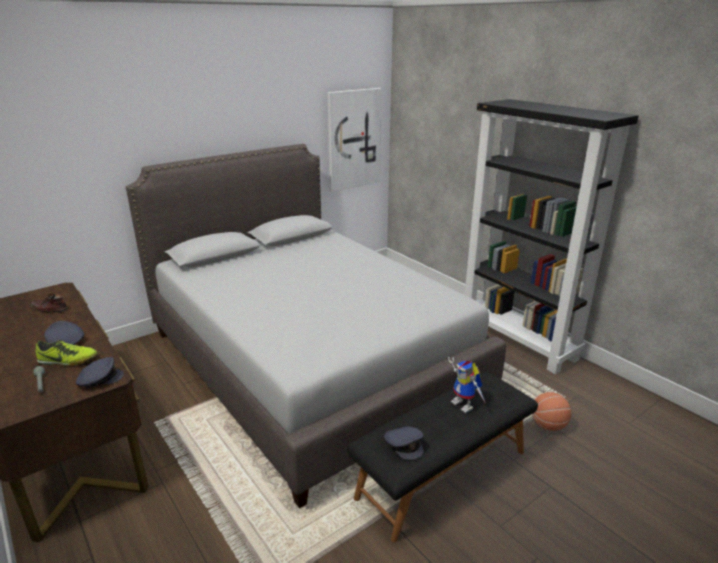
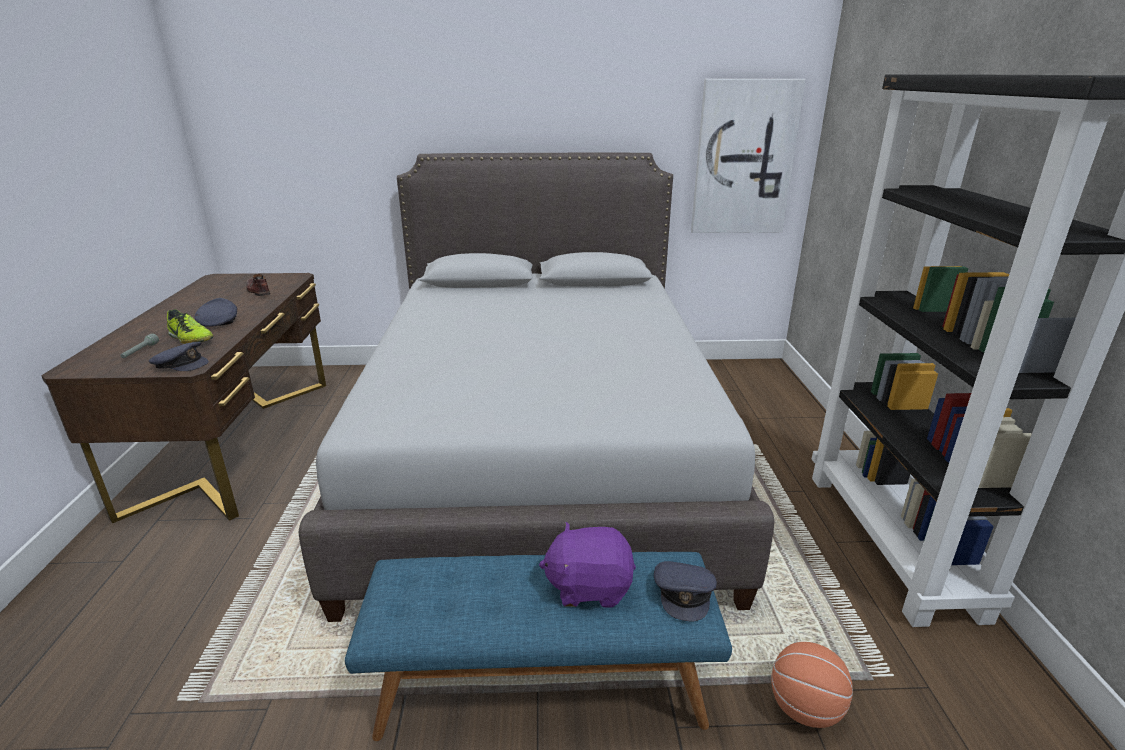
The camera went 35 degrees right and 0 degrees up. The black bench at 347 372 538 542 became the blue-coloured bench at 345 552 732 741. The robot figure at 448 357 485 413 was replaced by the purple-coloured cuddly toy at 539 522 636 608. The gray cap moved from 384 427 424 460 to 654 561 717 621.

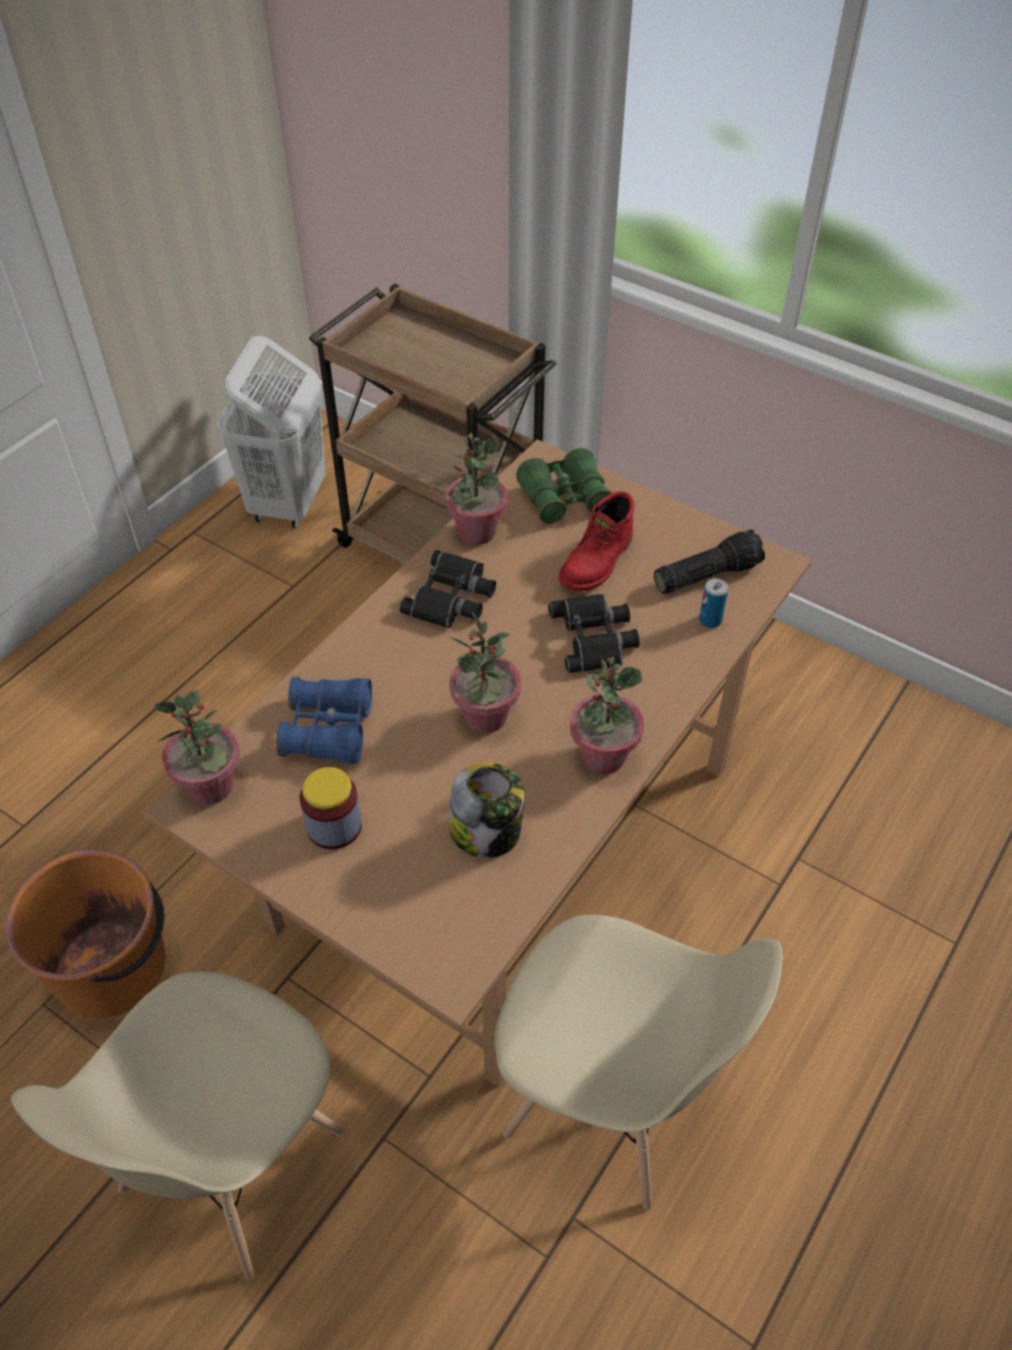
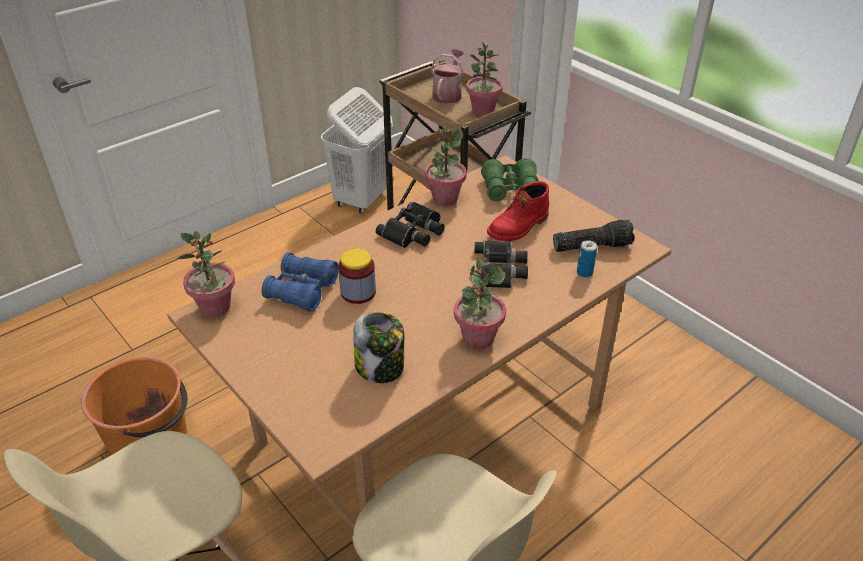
The camera went 15 degrees right and 10 degrees down. The preserve jar moved from 300 767 362 849 to 338 248 376 304. The sprinkling can at 431 49 464 104 appeared. The plant in a pot moved from 449 613 521 733 to 466 42 503 116.

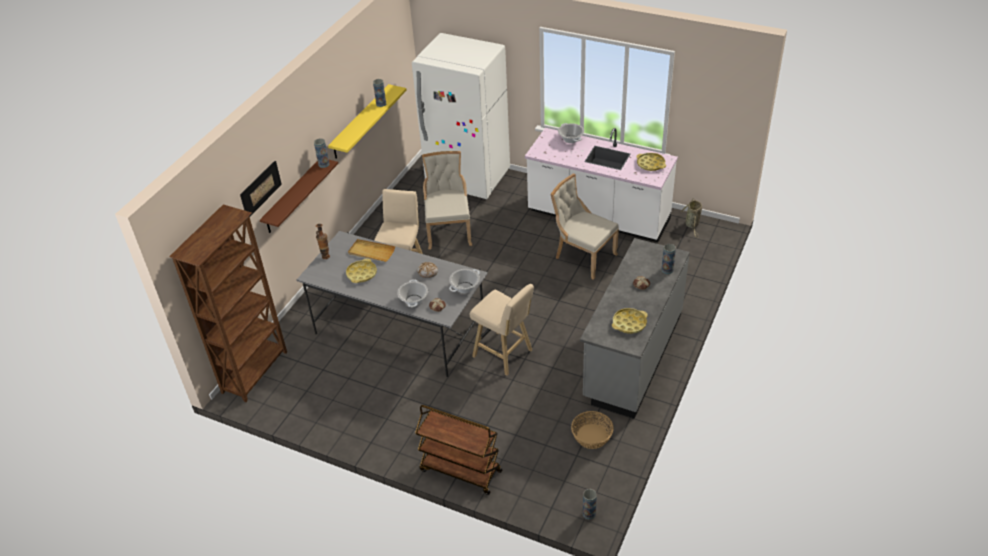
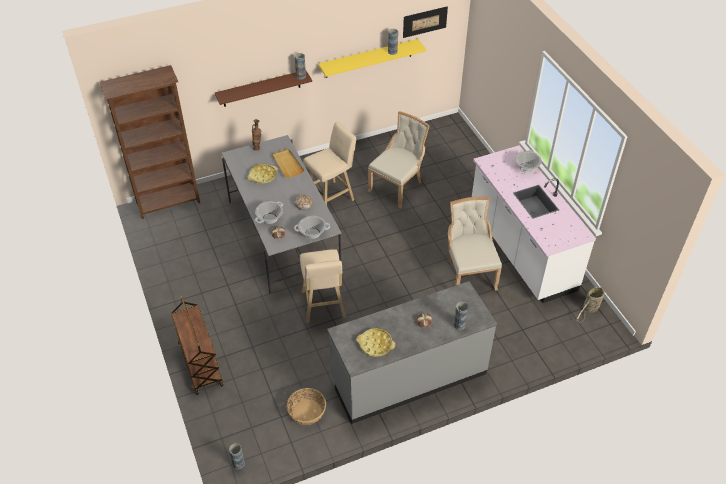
The camera went 40 degrees right and 5 degrees up. The picture moved from 240 161 282 217 to 403 7 448 38. The whitish kitchen fridge at 412 33 510 199 disappeared. The yellow-coloured carrying tray at 636 153 666 171 disappeared.

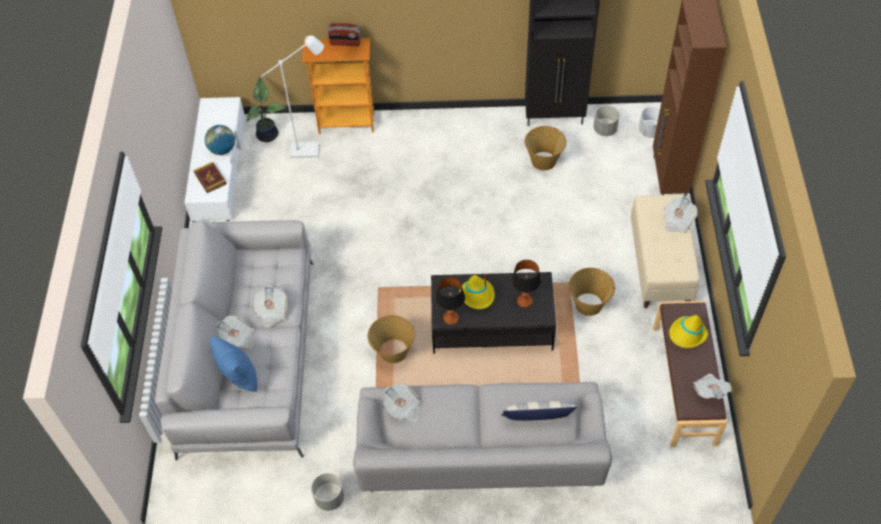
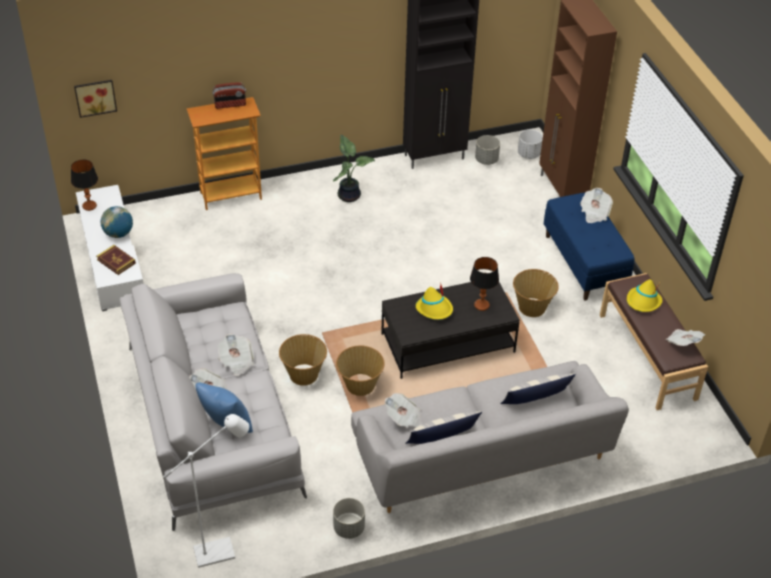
The camera went 20 degrees left and 10 degrees down. The lamp for a table moved from 436 277 465 325 to 71 159 98 211. The picture at 74 80 117 118 appeared. The whitish standard lamp moved from 261 35 324 158 to 163 414 249 568. The household basket moved from 525 126 566 171 to 279 334 327 386. The plant in a pot moved from 246 77 286 142 to 333 135 375 202. The throw pillow at 405 411 482 444 appeared. The sand-coloured bench at 631 195 699 308 became the blue-coloured bench at 544 192 634 301.

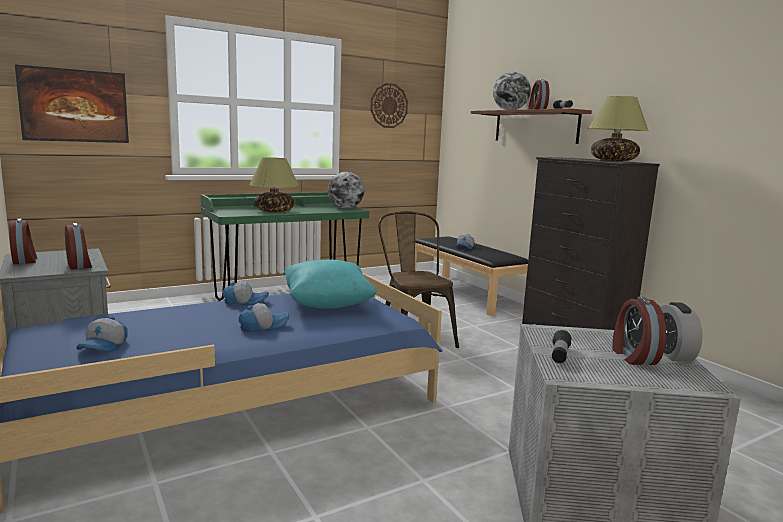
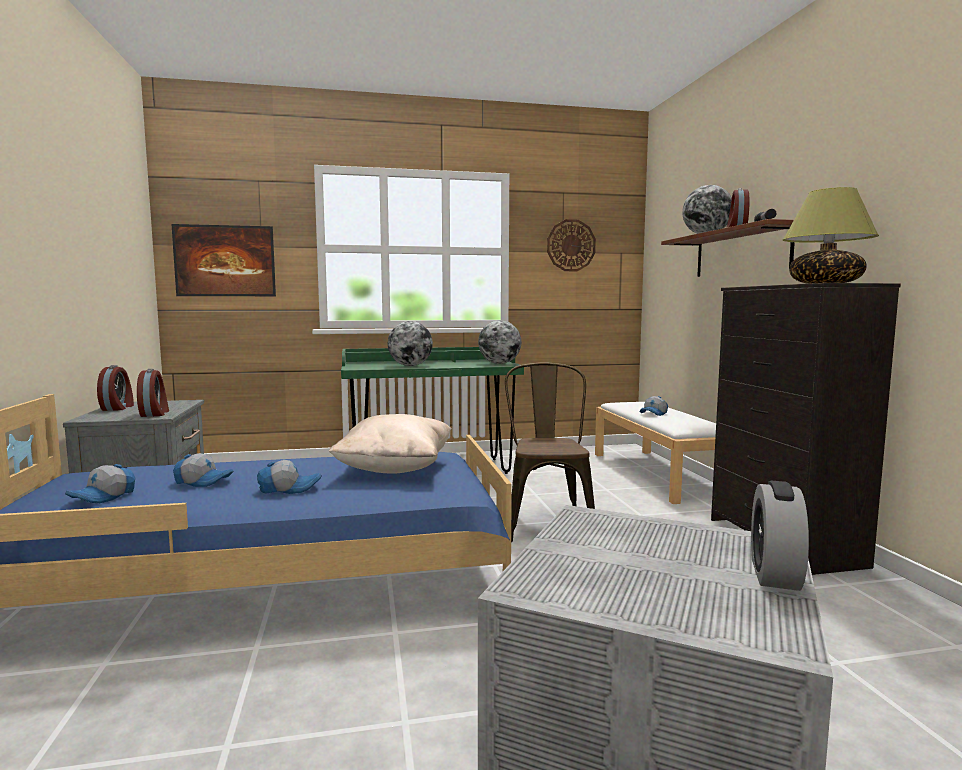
The camera went 20 degrees right and 5 degrees down. The cap moved from 223 281 269 306 to 173 453 233 487. The turquoise throw pillow at 284 260 377 308 became the sand-coloured throw pillow at 328 414 452 473. The lamp for a table at 249 157 299 212 was replaced by the globe at 388 321 433 366. The black bench at 415 237 528 316 became the whitish bench at 595 402 716 504. The hand torch at 552 330 572 363 disappeared. The alarm clock at 612 297 666 365 disappeared.

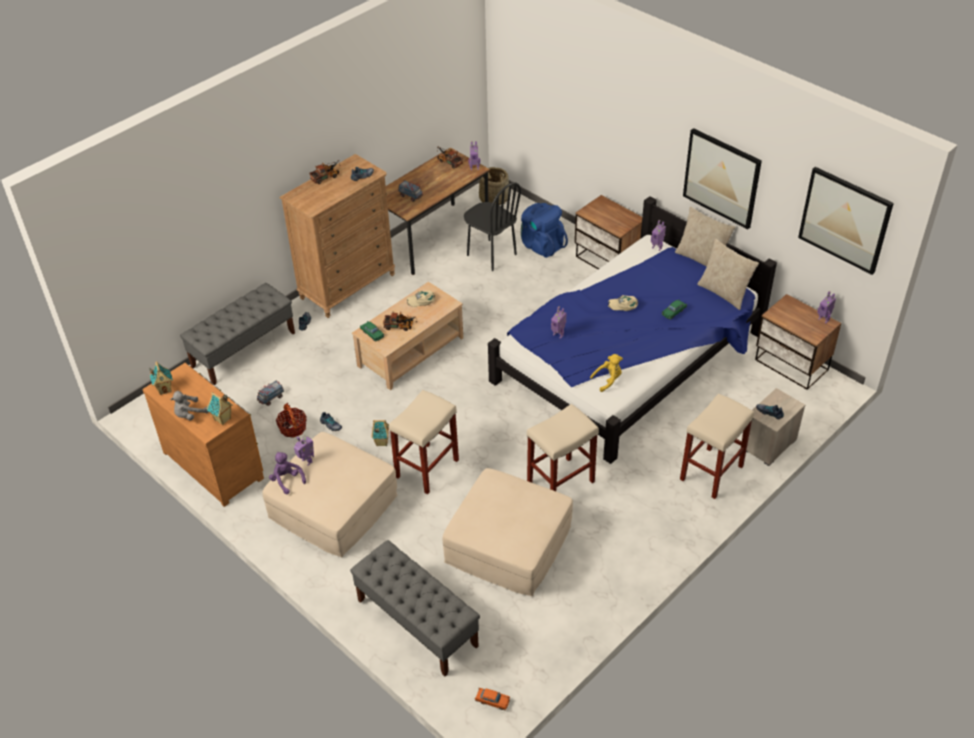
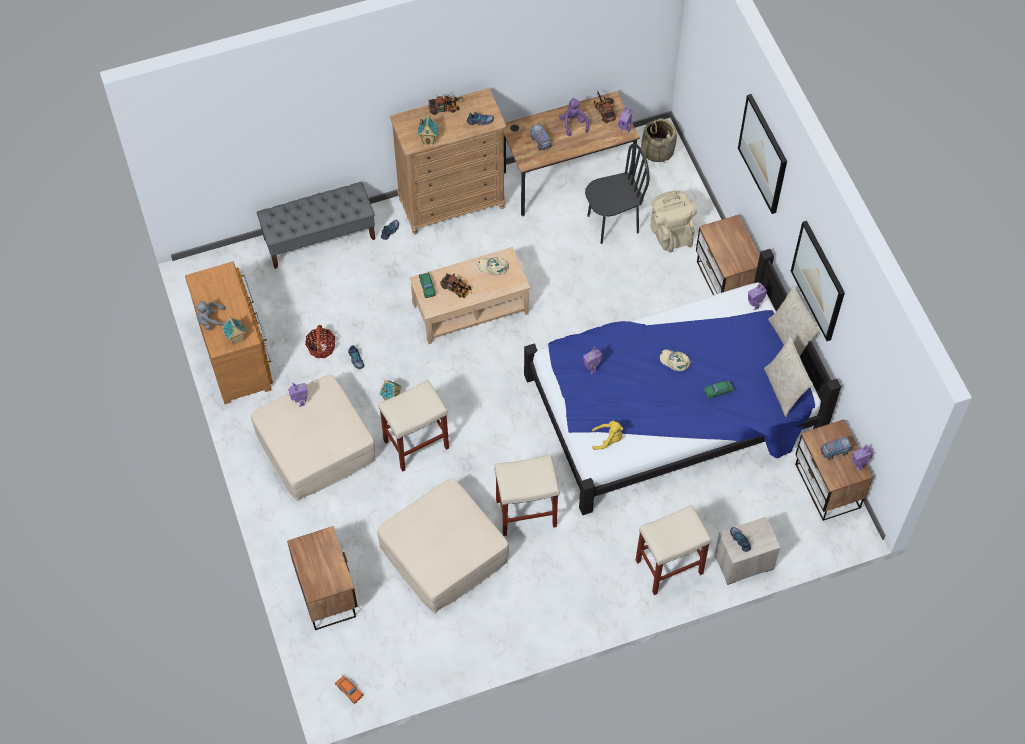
The camera went 25 degrees right and 15 degrees up. The gray bench at 350 540 480 676 was replaced by the night table at 287 526 358 630. The model house moved from 149 361 173 395 to 418 115 438 145. The purple-coloured cuddly toy moved from 269 452 306 494 to 559 98 589 136. The black plain chair at 464 182 521 271 turned 90 degrees counterclockwise. The blue-coloured backpack at 521 203 568 258 became the sand-coloured backpack at 651 190 697 252. The picture moved from 798 167 894 275 to 738 94 787 214. The toy truck moved from 257 380 284 406 to 820 437 852 460.

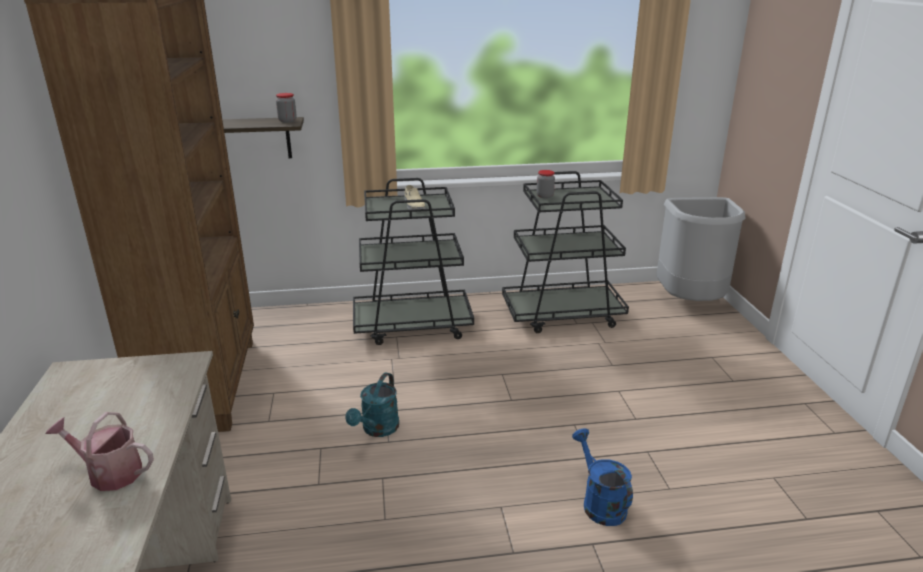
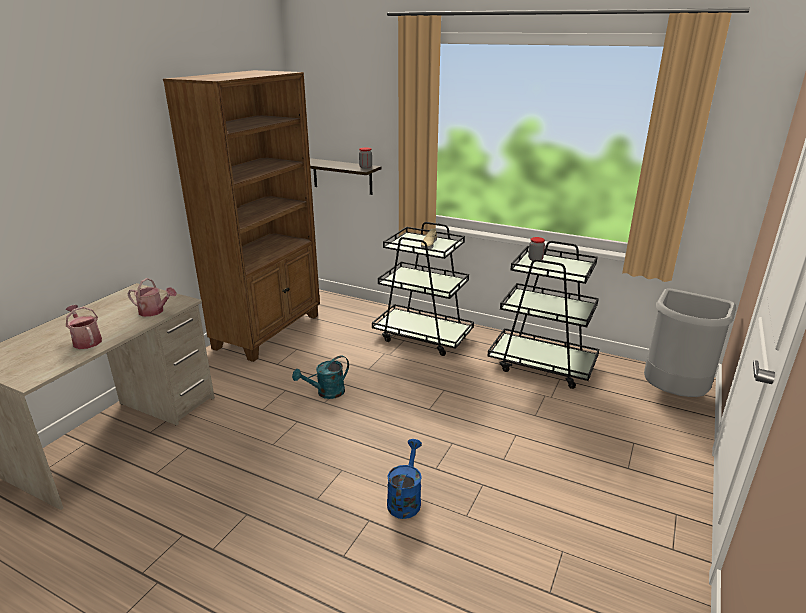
The camera went 35 degrees right and 0 degrees up. The sprinkling can at 127 278 177 317 appeared.

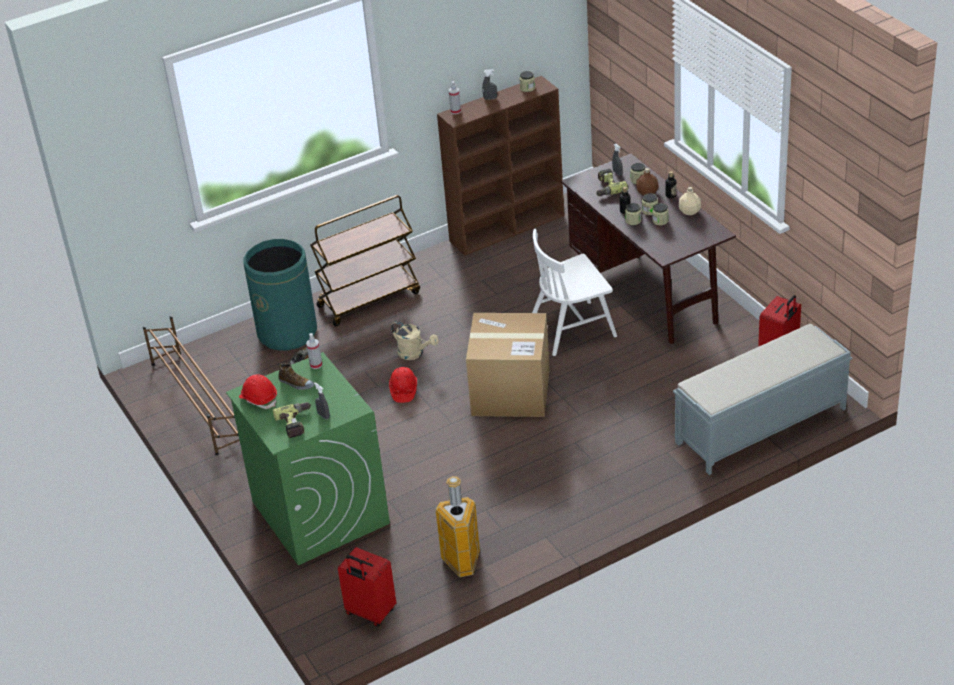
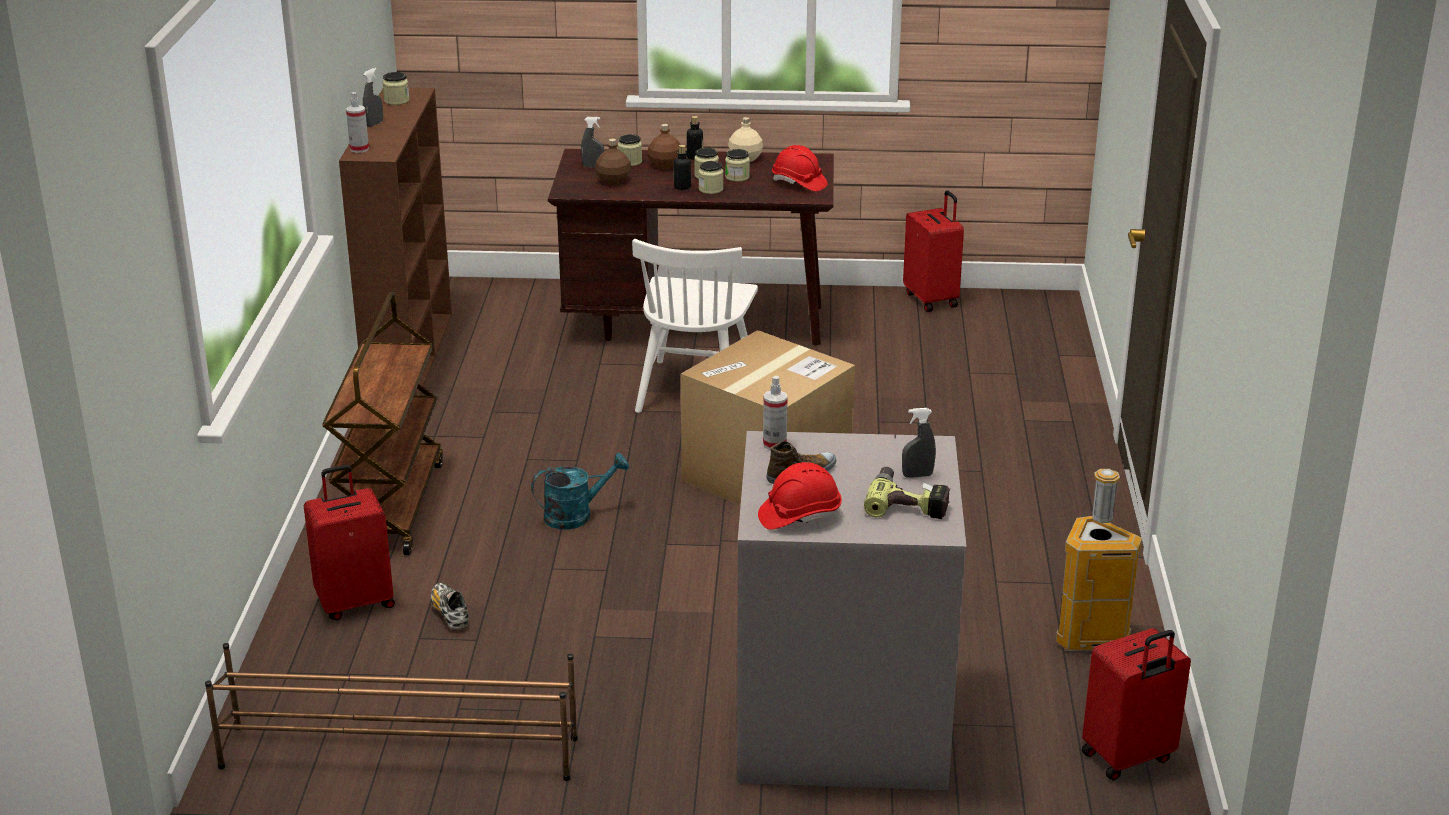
The camera went 60 degrees left and 10 degrees down. The green-coloured waste bin at 244 239 317 351 was replaced by the reddish travel case at 304 465 395 620. The sand-coloured sprinkling can at 391 321 439 360 became the turquoise sprinkling can at 531 453 629 529. The electric drill at 596 169 628 196 was replaced by the brown drink bottle at 595 139 631 185. The green-coloured laundry machine at 226 352 390 565 became the gray laundry machine at 737 431 967 790. The reddish safety helmet moved from 389 367 417 403 to 772 145 827 191. The gray bench at 673 324 852 475 disappeared.

